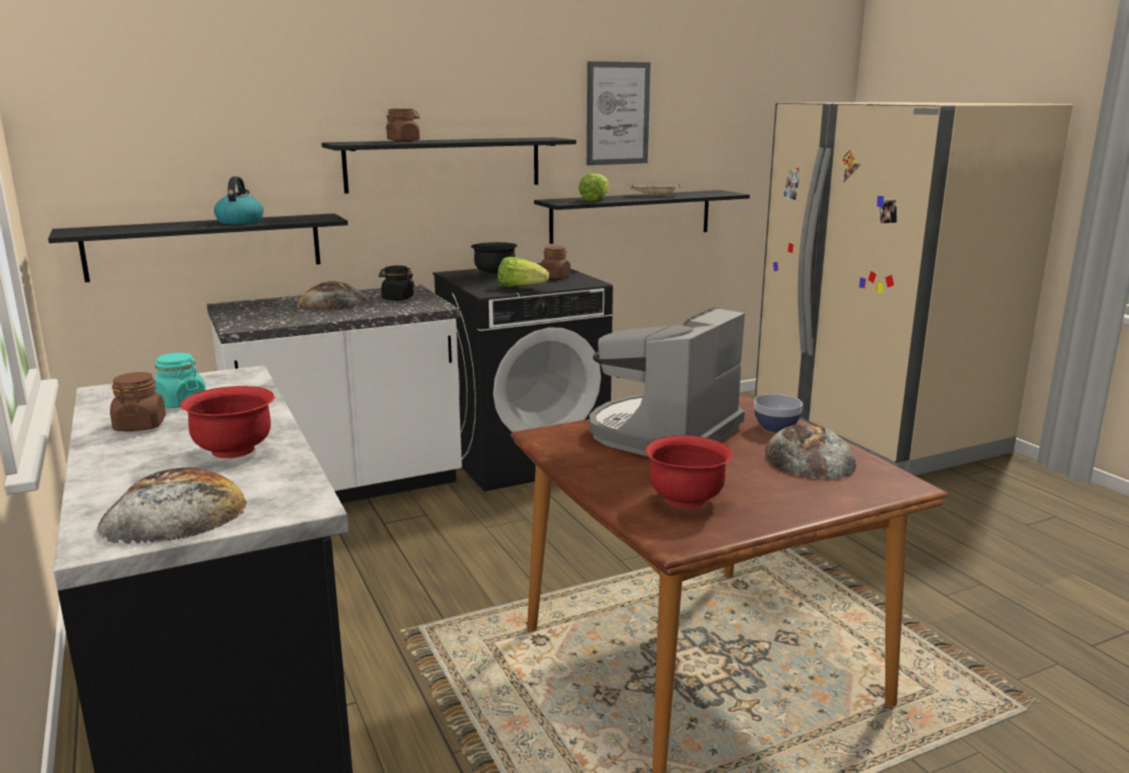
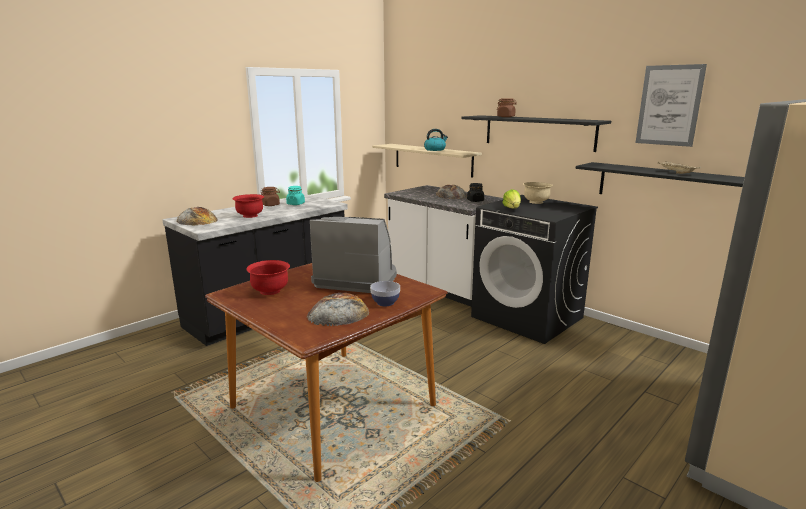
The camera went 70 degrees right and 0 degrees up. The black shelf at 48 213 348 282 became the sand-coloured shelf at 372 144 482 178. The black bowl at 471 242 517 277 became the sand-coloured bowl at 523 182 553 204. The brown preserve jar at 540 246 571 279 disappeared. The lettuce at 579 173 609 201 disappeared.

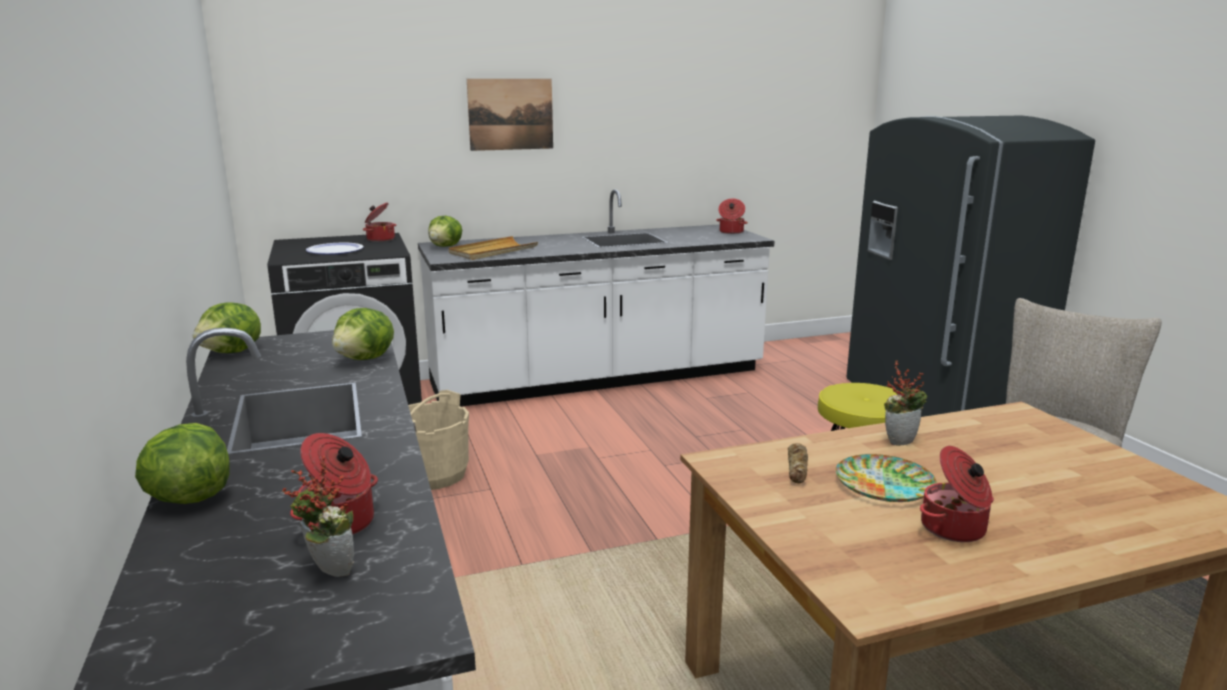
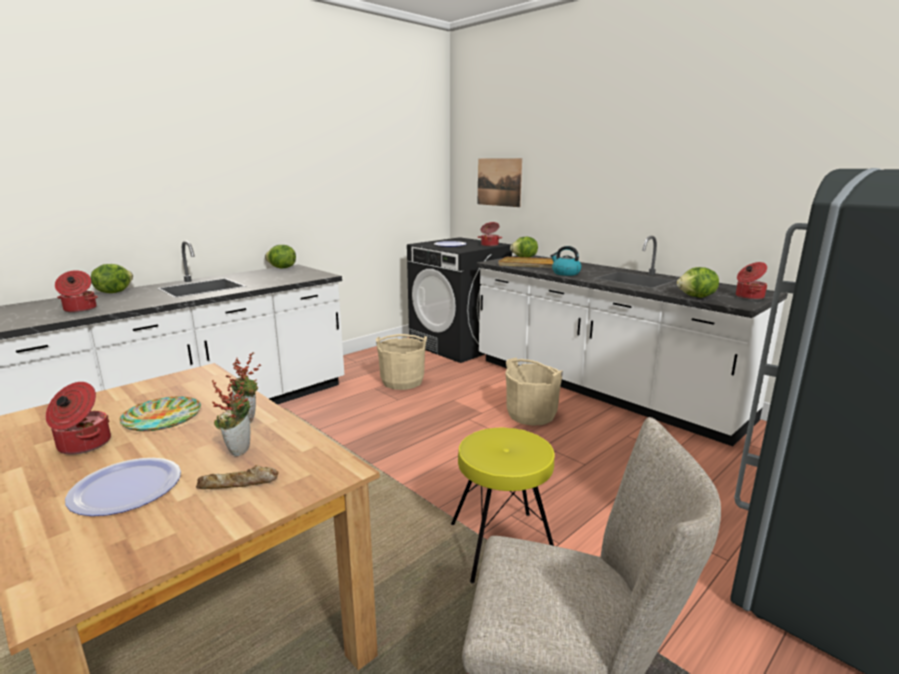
The camera went 65 degrees right and 0 degrees up. The plate at 65 458 181 516 appeared. The bread moved from 788 443 808 483 to 196 465 279 489. The plant in a pot moved from 282 456 354 577 to 212 380 251 457. The picture moved from 467 79 553 151 to 478 158 522 207. The sand-coloured bucket at 506 358 563 426 appeared. The kettle at 551 246 582 276 appeared. The lettuce moved from 332 308 394 360 to 677 267 719 298.

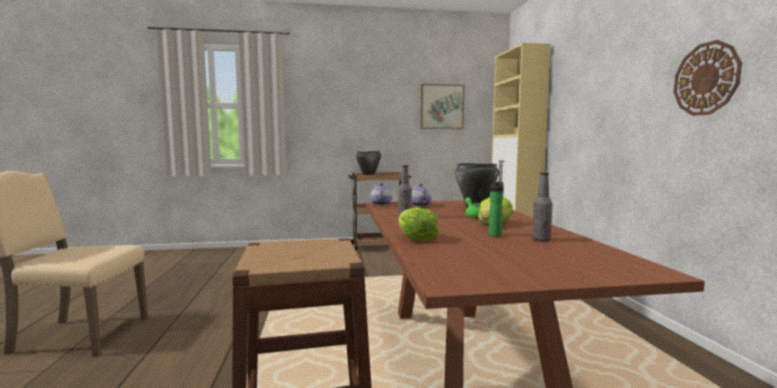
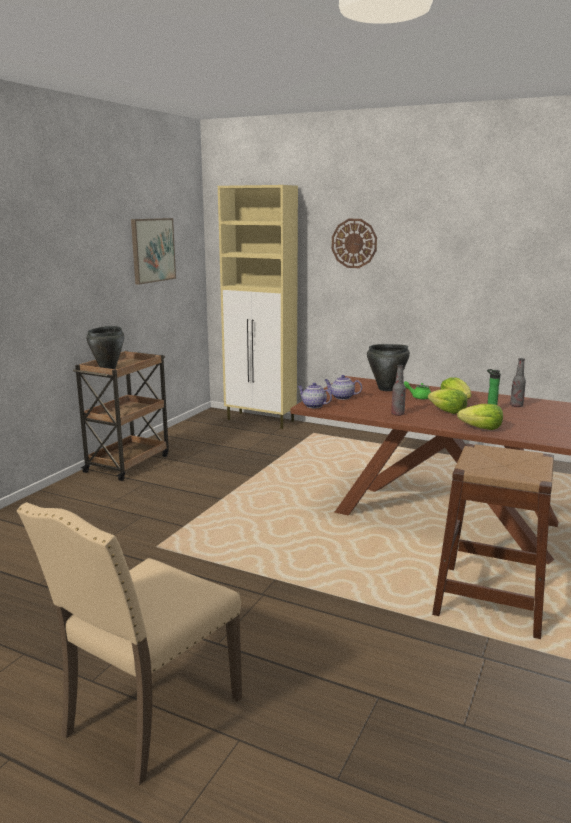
The camera went 55 degrees left and 10 degrees up. The wall clock moved from 674 40 742 116 to 332 219 377 268. The lettuce at 428 389 467 414 appeared.

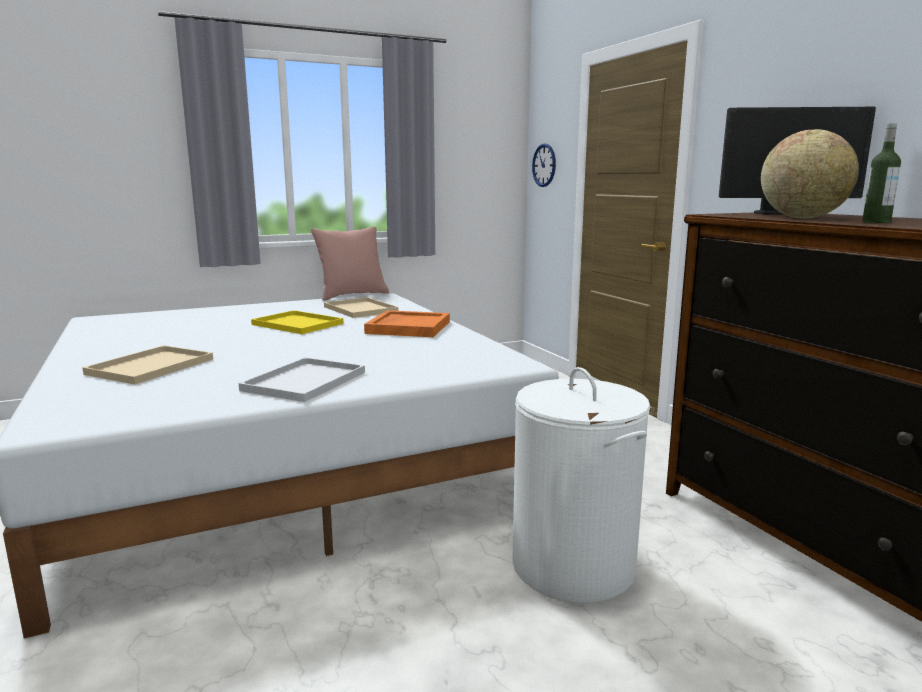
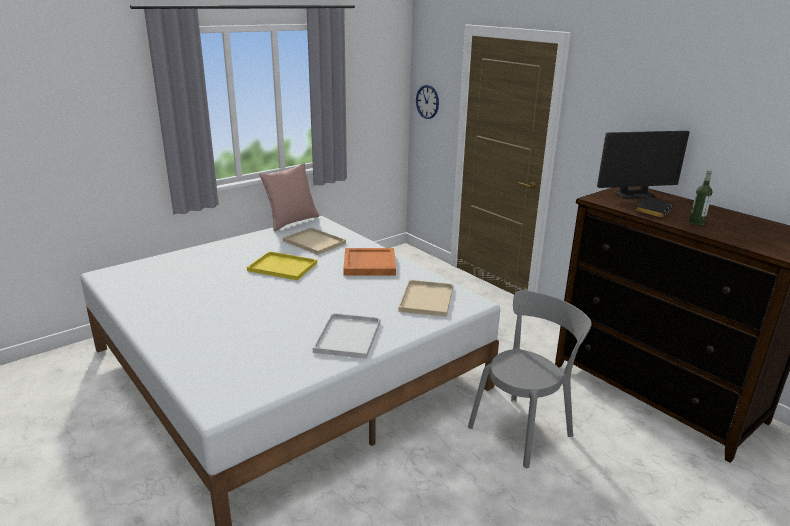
The camera went 15 degrees left and 10 degrees up. The sand-coloured carrying tray moved from 82 345 213 384 to 398 280 453 317. The whitish laundry basket at 512 367 651 603 was replaced by the gray plain chair at 468 291 592 468. The globe at 761 129 859 219 was replaced by the black book at 635 197 673 219.

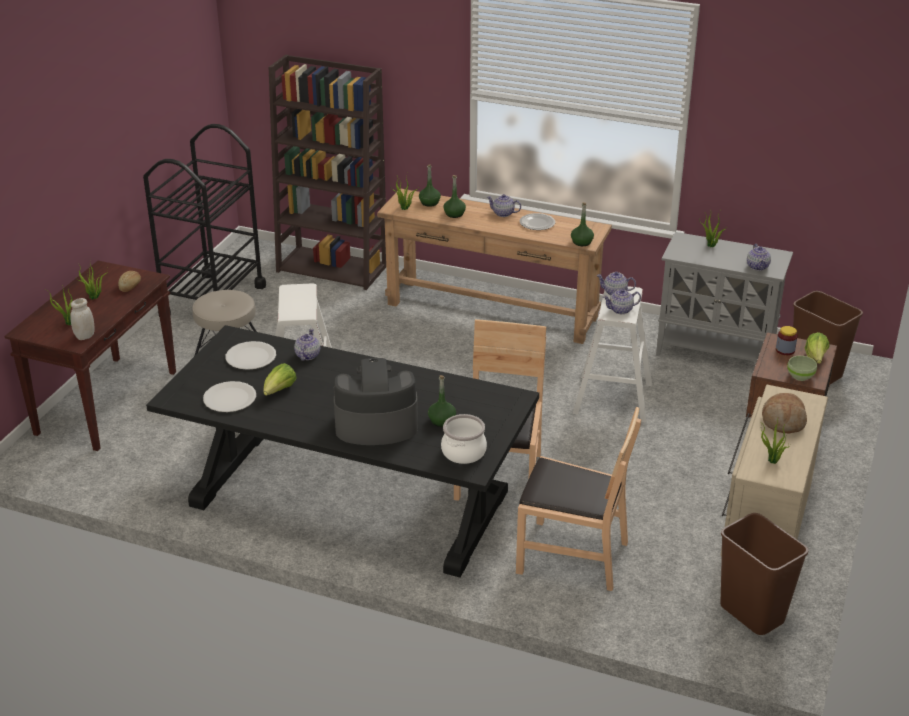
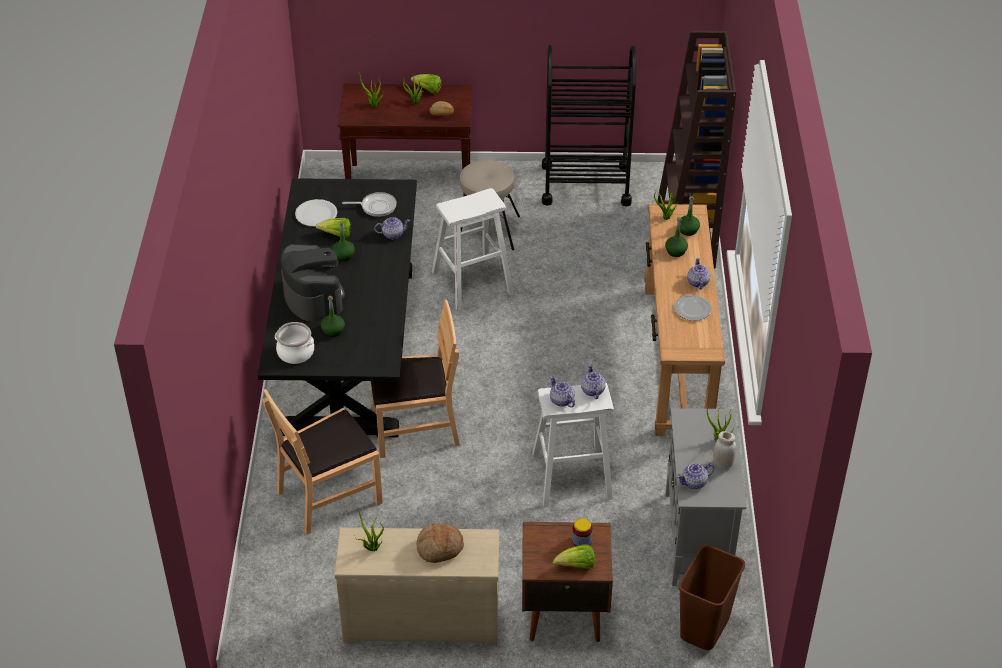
The camera went 70 degrees right and 10 degrees up. The brown plain chair at 516 407 641 591 turned 60 degrees clockwise. The green-coloured drink bottle moved from 571 202 594 246 to 332 221 355 261. The whitish plate at 226 341 276 370 was replaced by the frying pan at 342 192 397 217. The lettuce at 411 74 442 94 appeared. The whitish preserve jar moved from 70 298 95 340 to 713 431 736 469. The brown waste bin at 720 513 808 635 disappeared. The green-coloured bowl at 787 356 817 381 disappeared.

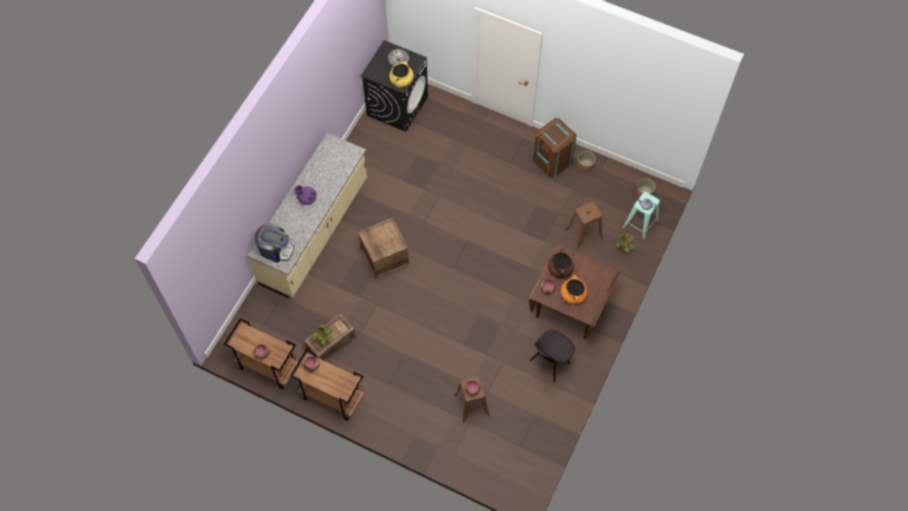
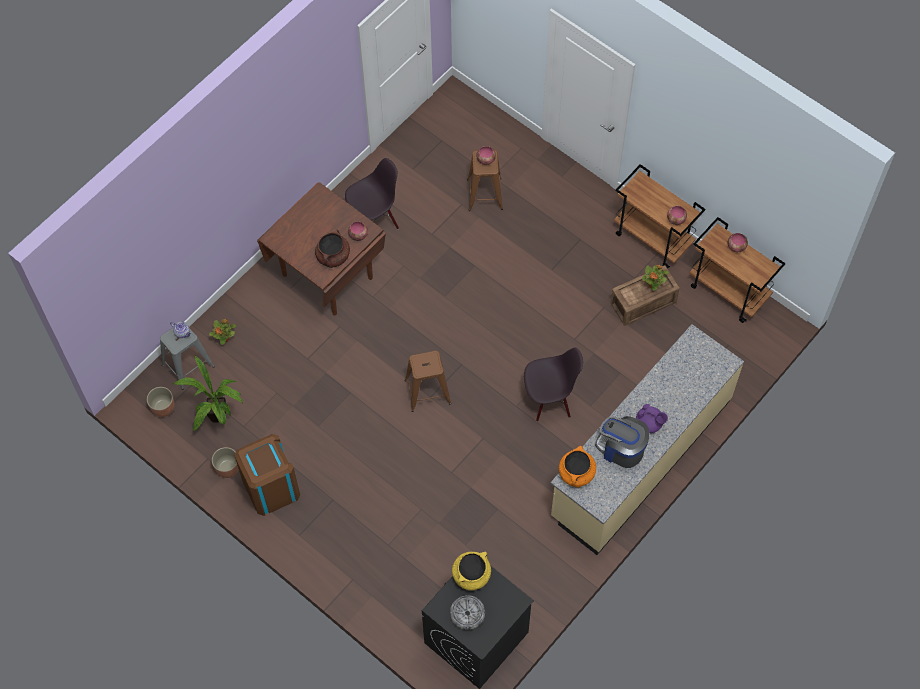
The camera went 165 degrees left and 0 degrees up. The turquoise sitting stool at 622 192 660 241 became the gray sitting stool at 160 322 215 390. The plant in a pot at 173 355 243 431 appeared. The brown sitting stool moved from 565 202 603 249 to 404 351 451 412. The shipping crate at 358 218 409 279 was replaced by the black plain chair at 524 348 583 421. The orange-coloured cooking pot moved from 561 275 587 304 to 559 446 596 488. The coffee machine moved from 255 223 294 263 to 595 416 649 468.

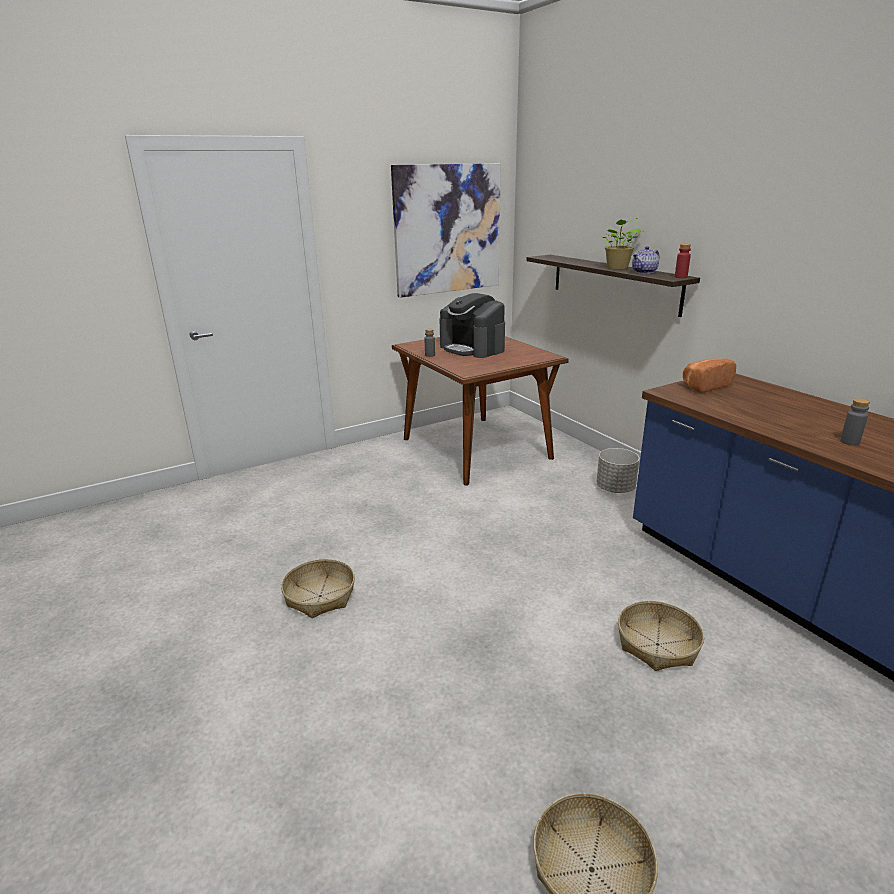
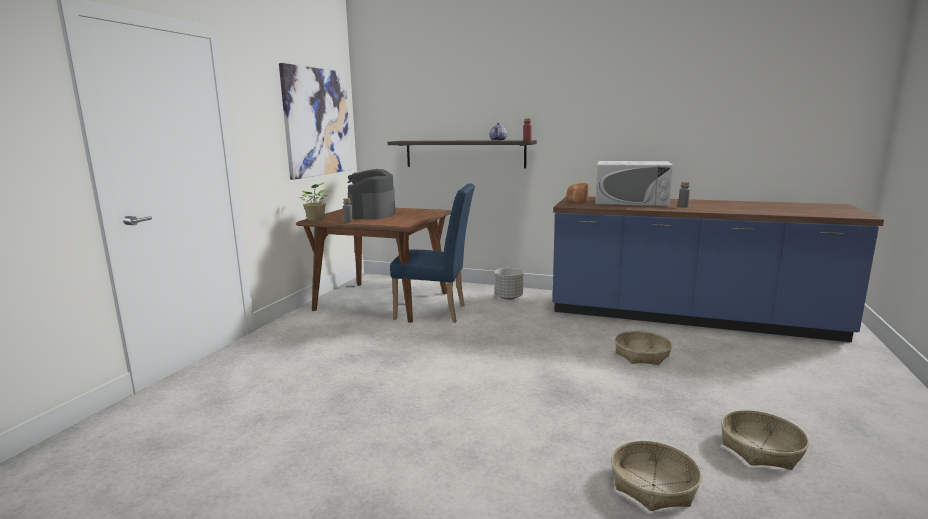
The camera went 40 degrees left and 10 degrees down. The plant in a pot moved from 602 218 642 270 to 299 182 329 221. The coffee machine at 439 293 505 358 turned 90 degrees clockwise. The blue-coloured plain chair at 390 183 475 323 appeared. The whitish microwave oven at 595 161 673 206 appeared. The household basket moved from 281 559 355 618 to 611 441 702 511.

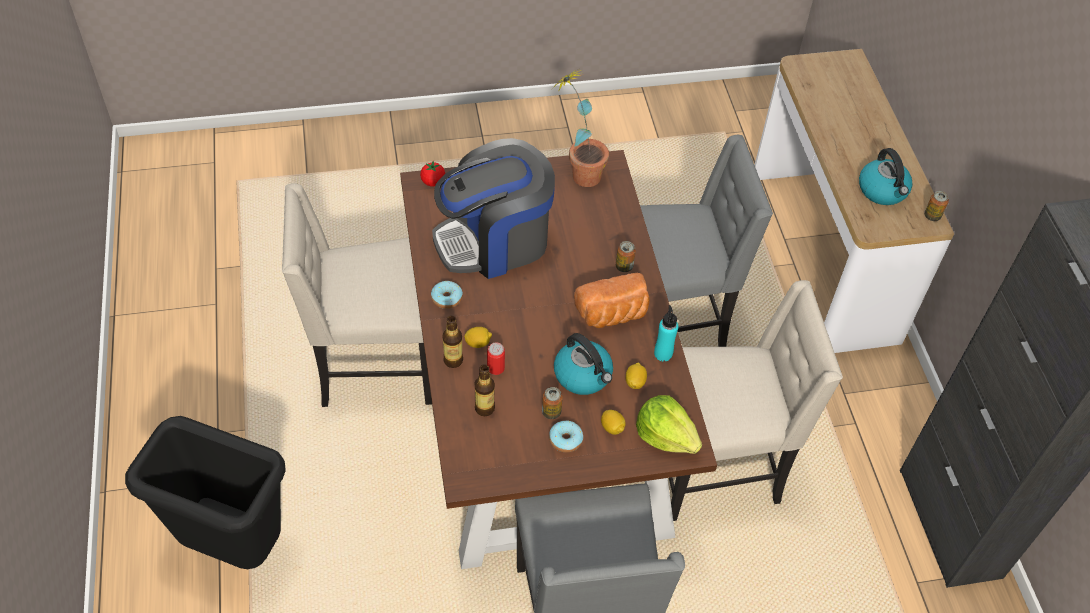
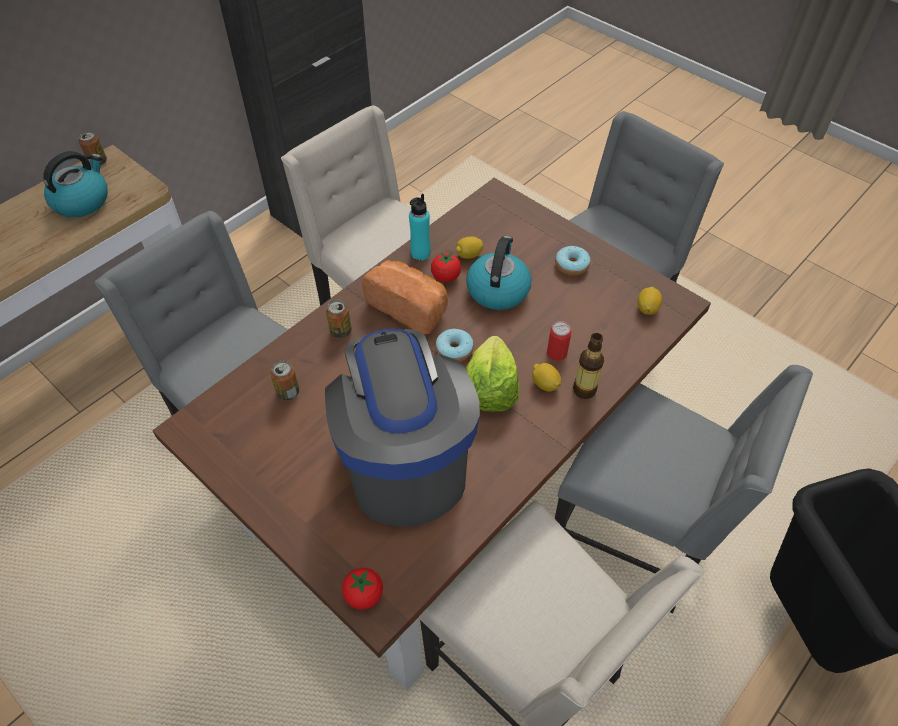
The camera went 125 degrees left and 0 degrees up. The can moved from 542 387 563 419 to 270 361 299 400. The coffee machine at 432 138 555 279 turned 135 degrees counterclockwise. The fresh tomato at 431 252 461 282 appeared. The doughnut moved from 431 281 463 309 to 436 329 474 362. The lettuce moved from 636 395 702 454 to 466 336 519 412. The gray plain chair at 555 365 813 613 appeared. The whole lemon moved from 601 410 626 435 to 638 287 662 315. The drink bottle at 475 364 495 416 disappeared. The plant in a pot at 551 70 609 187 disappeared.

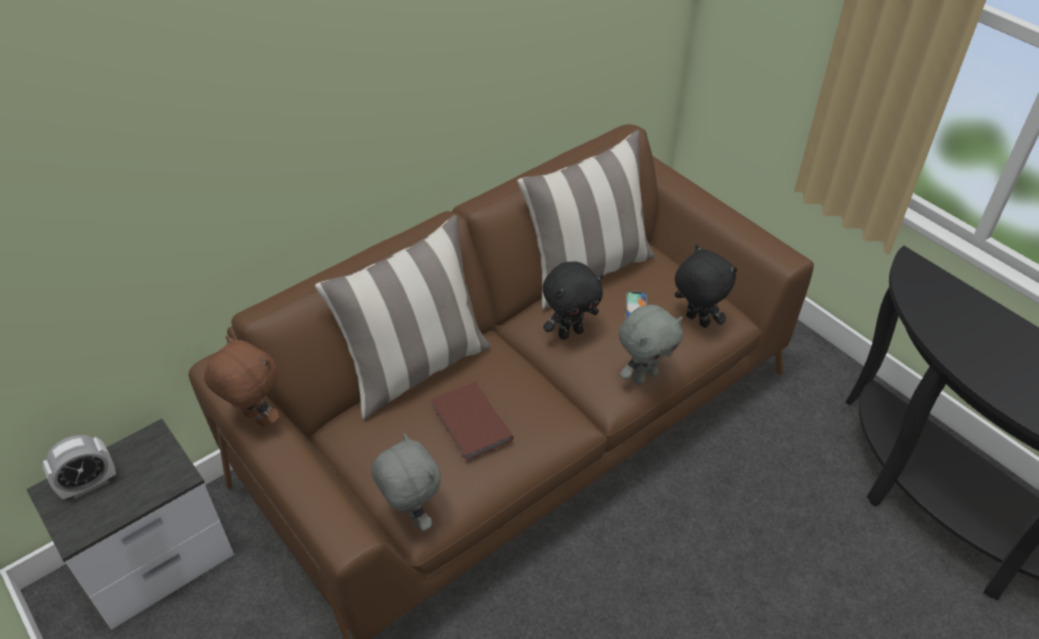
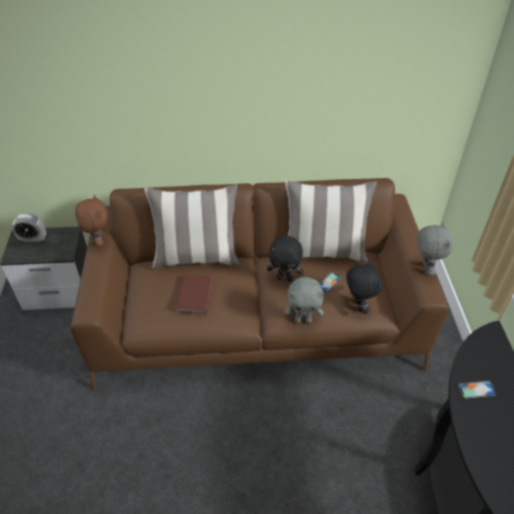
The camera went 35 degrees right and 0 degrees up. The gray cuddly toy moved from 371 433 441 531 to 417 222 453 275. The phone at 458 381 496 399 appeared.

